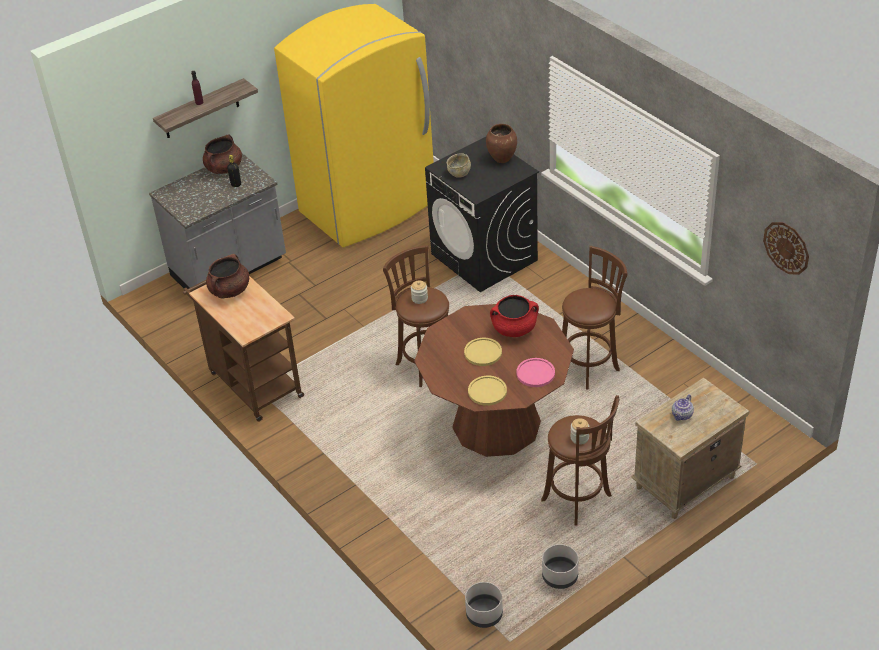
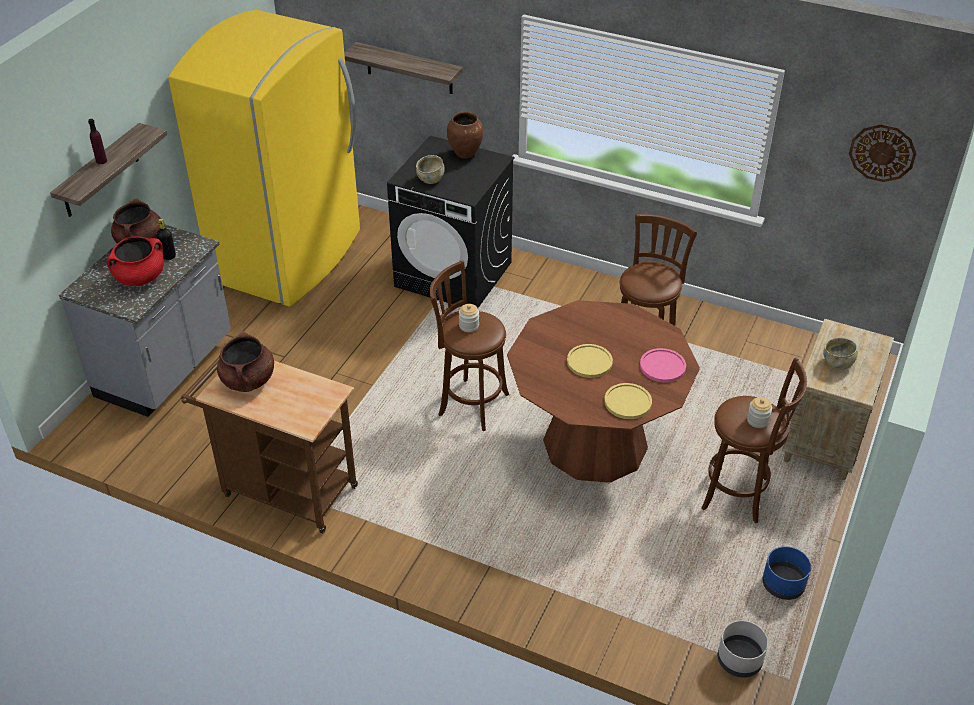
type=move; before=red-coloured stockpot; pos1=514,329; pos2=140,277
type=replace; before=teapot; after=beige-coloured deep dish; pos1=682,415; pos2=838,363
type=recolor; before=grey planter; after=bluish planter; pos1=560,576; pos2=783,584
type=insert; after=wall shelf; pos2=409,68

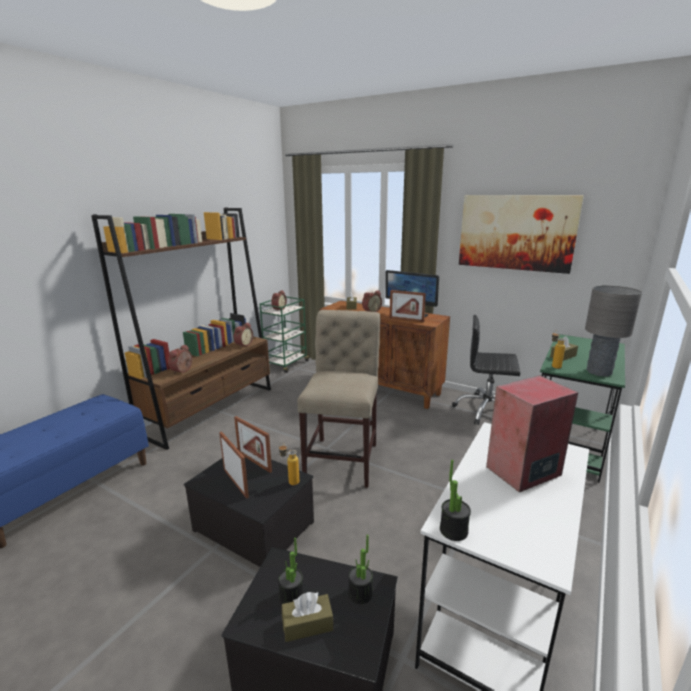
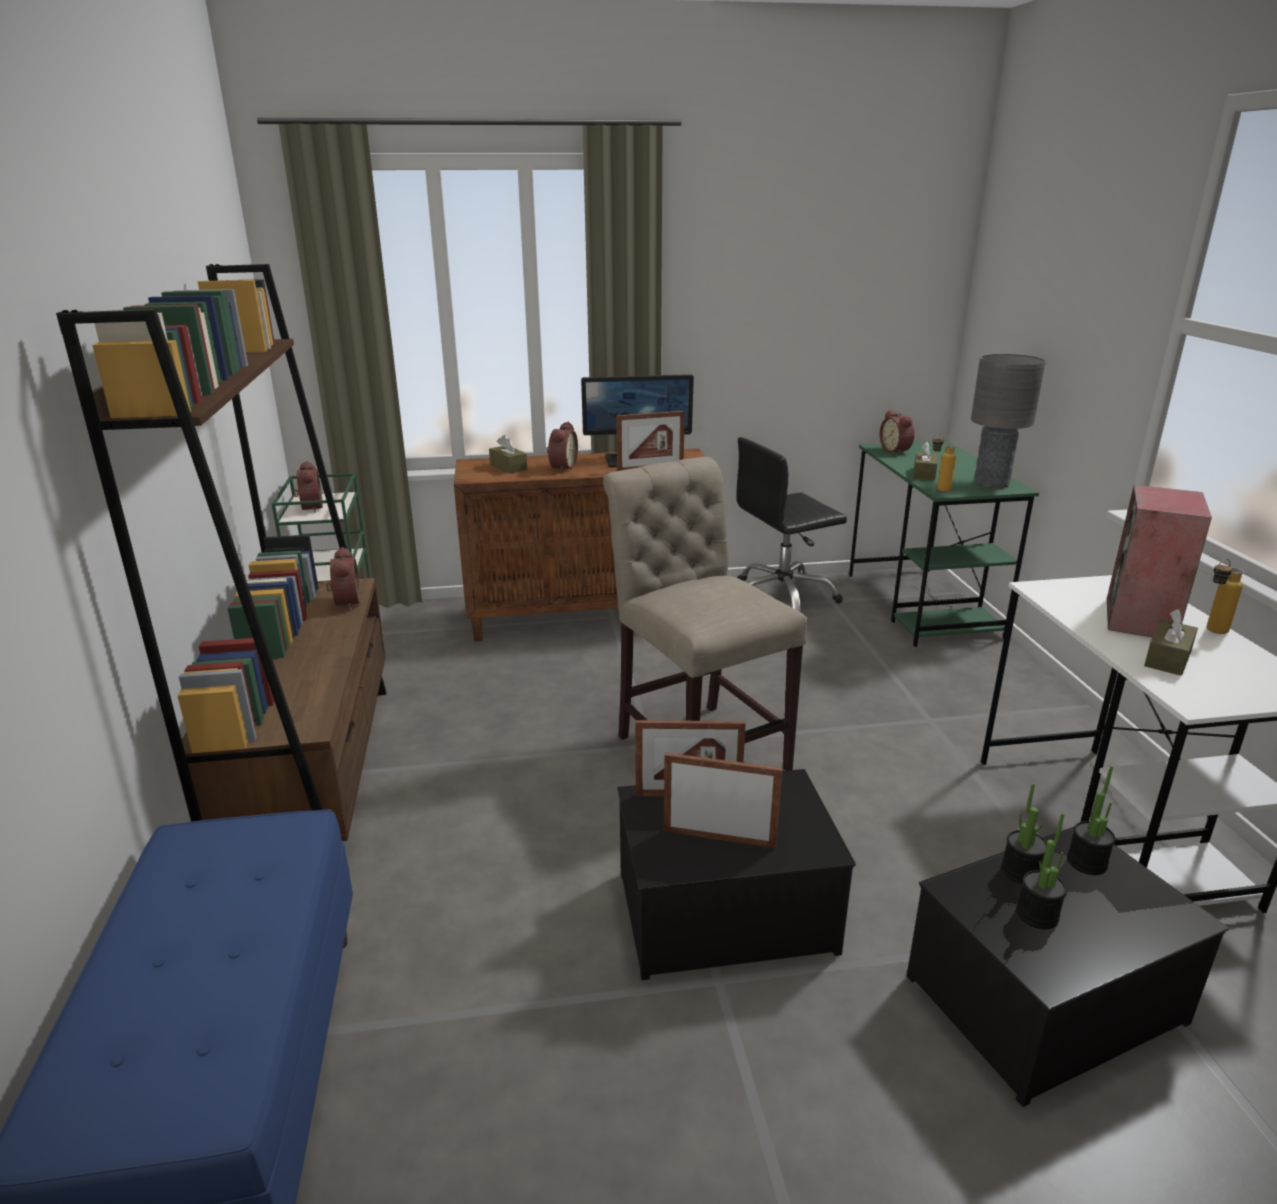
type=delete; before=picture; pos1=516,232
type=move; before=alarm clock; pos1=183,371; pos2=896,451
type=move; before=bottle; pos1=290,481; pos2=1211,631
type=move; before=houseplant; pos1=453,530; pos2=1020,872
type=move; before=brown box of tissues; pos1=307,624; pos2=1167,658

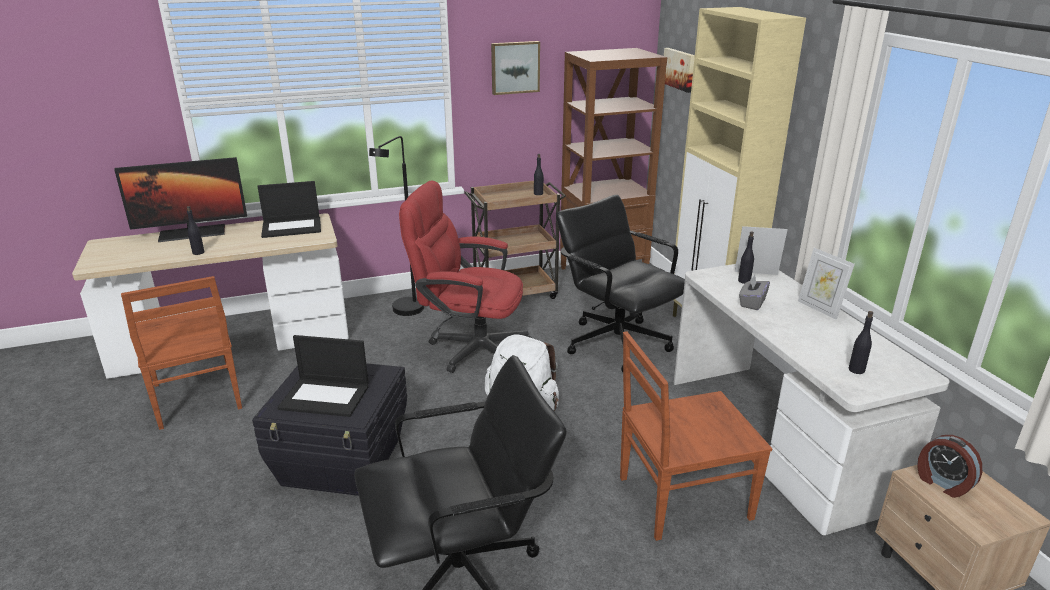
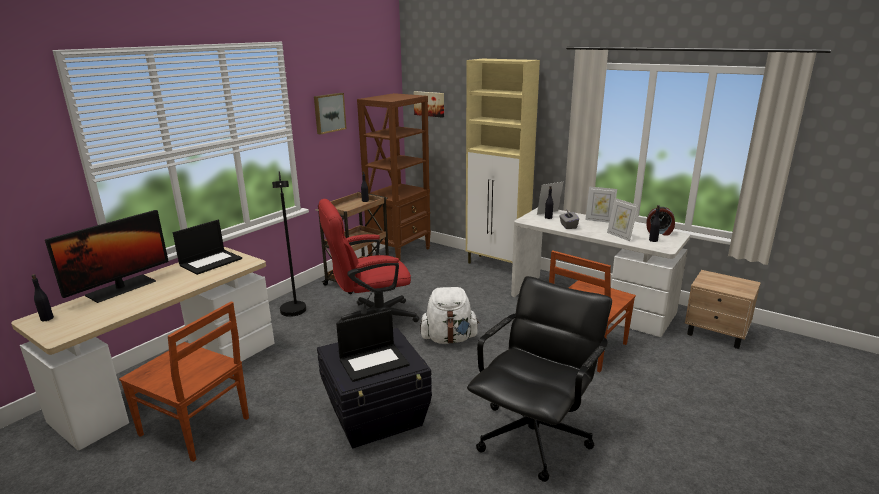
type=delete; before=black-coloured office chair; pos1=617,343
type=move; before=black-coloured bottle; pos1=198,252; pos2=47,318
type=move; before=alarm clock; pos1=942,483; pos2=659,232
type=insert; after=photo frame; pos2=620,236

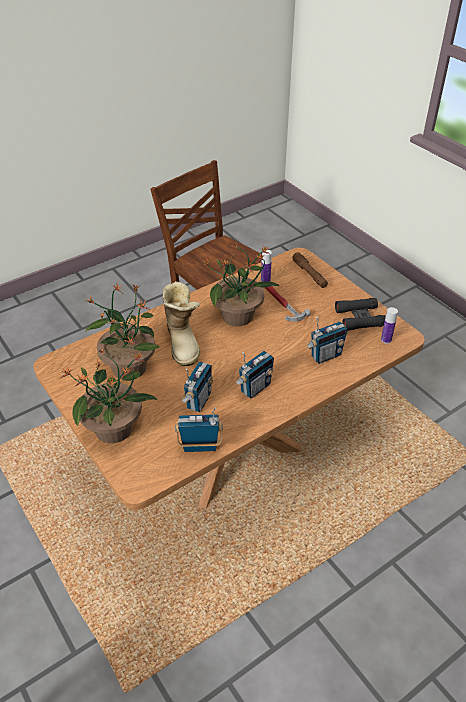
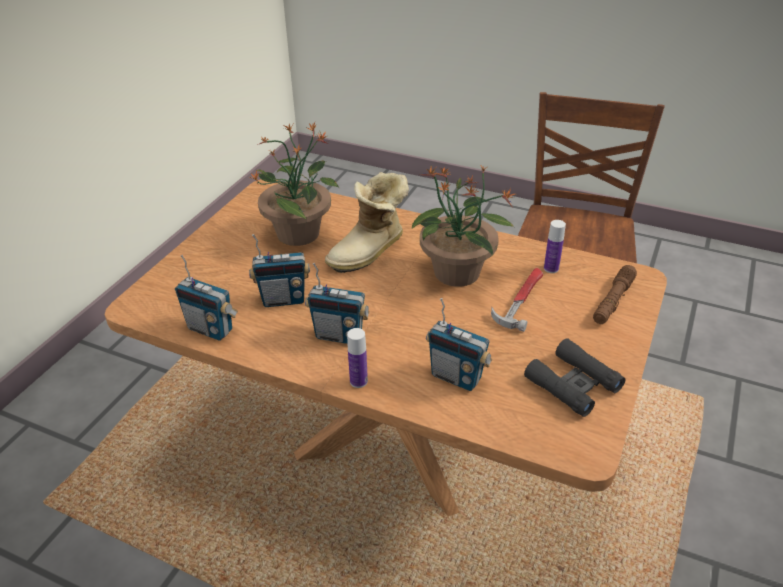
type=move; before=bottle; pos1=386,340; pos2=358,381
type=delete; before=houseplant; pos1=115,429
type=rotate; before=radio set; pos1=200,447; pos2=211,329; turn=150

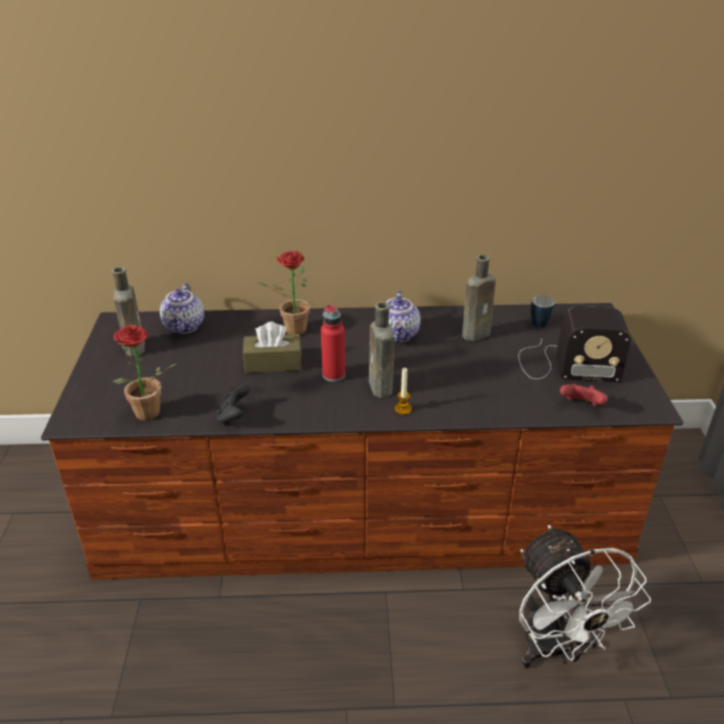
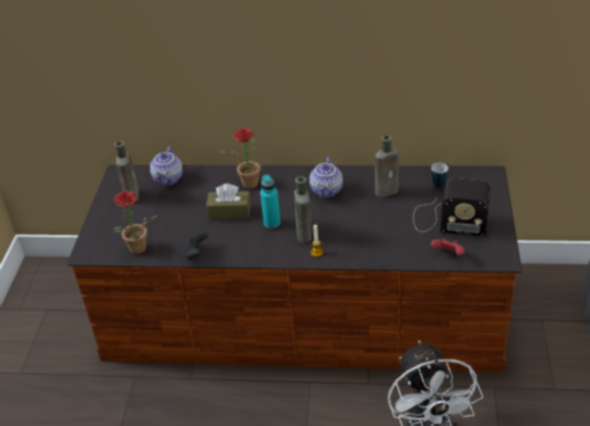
type=recolor; before=red-coloured bottle; after=blue-green bottle; pos1=333,375; pos2=272,223

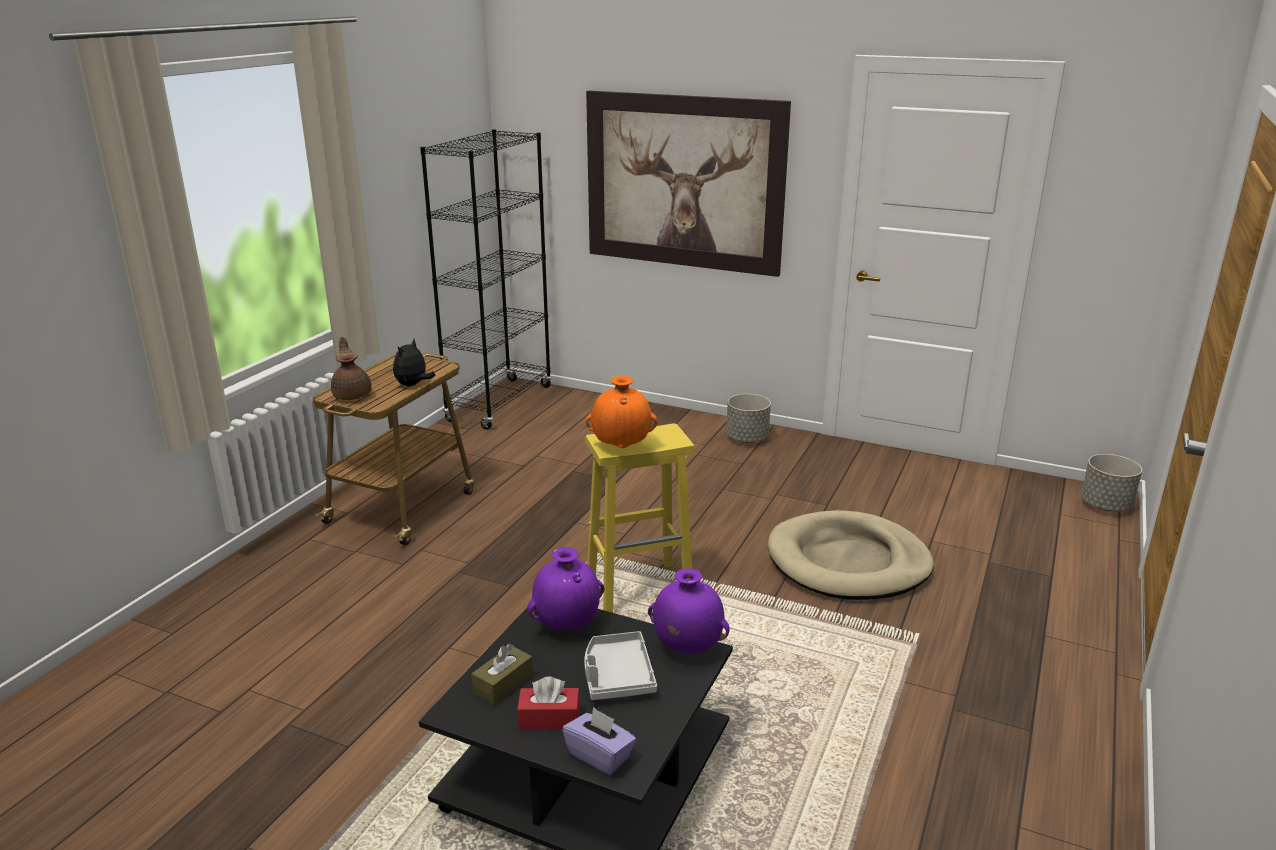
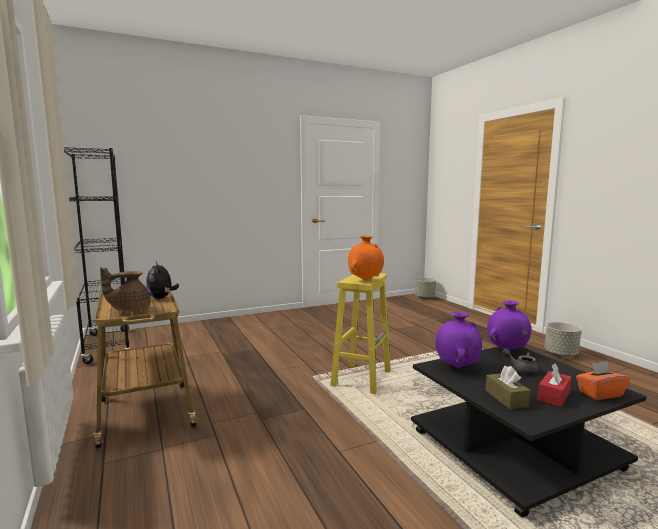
type=delete; before=picture; pos1=683,182
type=rotate; before=brown teapot; pos1=352,394; pos2=130,310; turn=-60
type=move; before=grey planter; pos1=747,439; pos2=561,354
type=delete; before=beige-coloured pet bed; pos1=848,562
type=replace; before=grey serving tray; after=grey teapot; pos1=617,676; pos2=521,370
type=recolor; before=purplish box of tissues; after=orange-coloured box of tissues; pos1=600,756; pos2=600,394

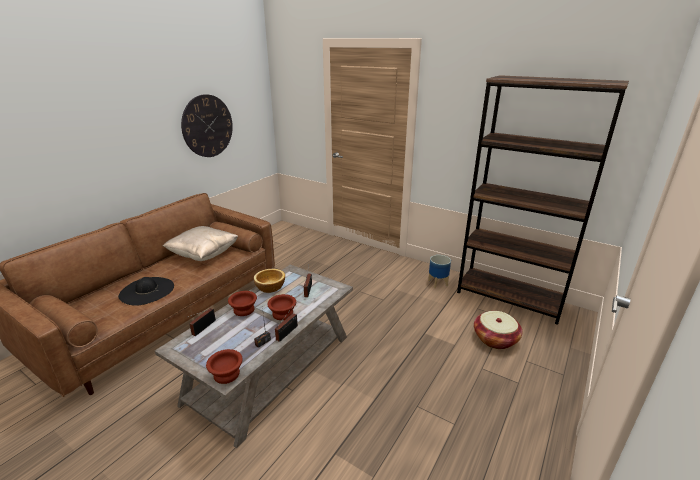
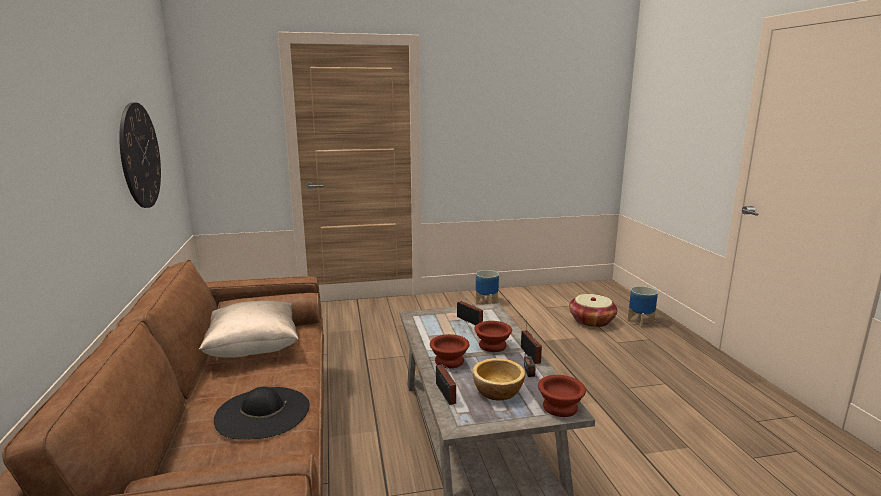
type=delete; before=brown bookshelf; pos1=509,298
type=move; before=deep dish; pos1=270,287; pos2=498,391
type=insert; after=planter; pos2=640,322

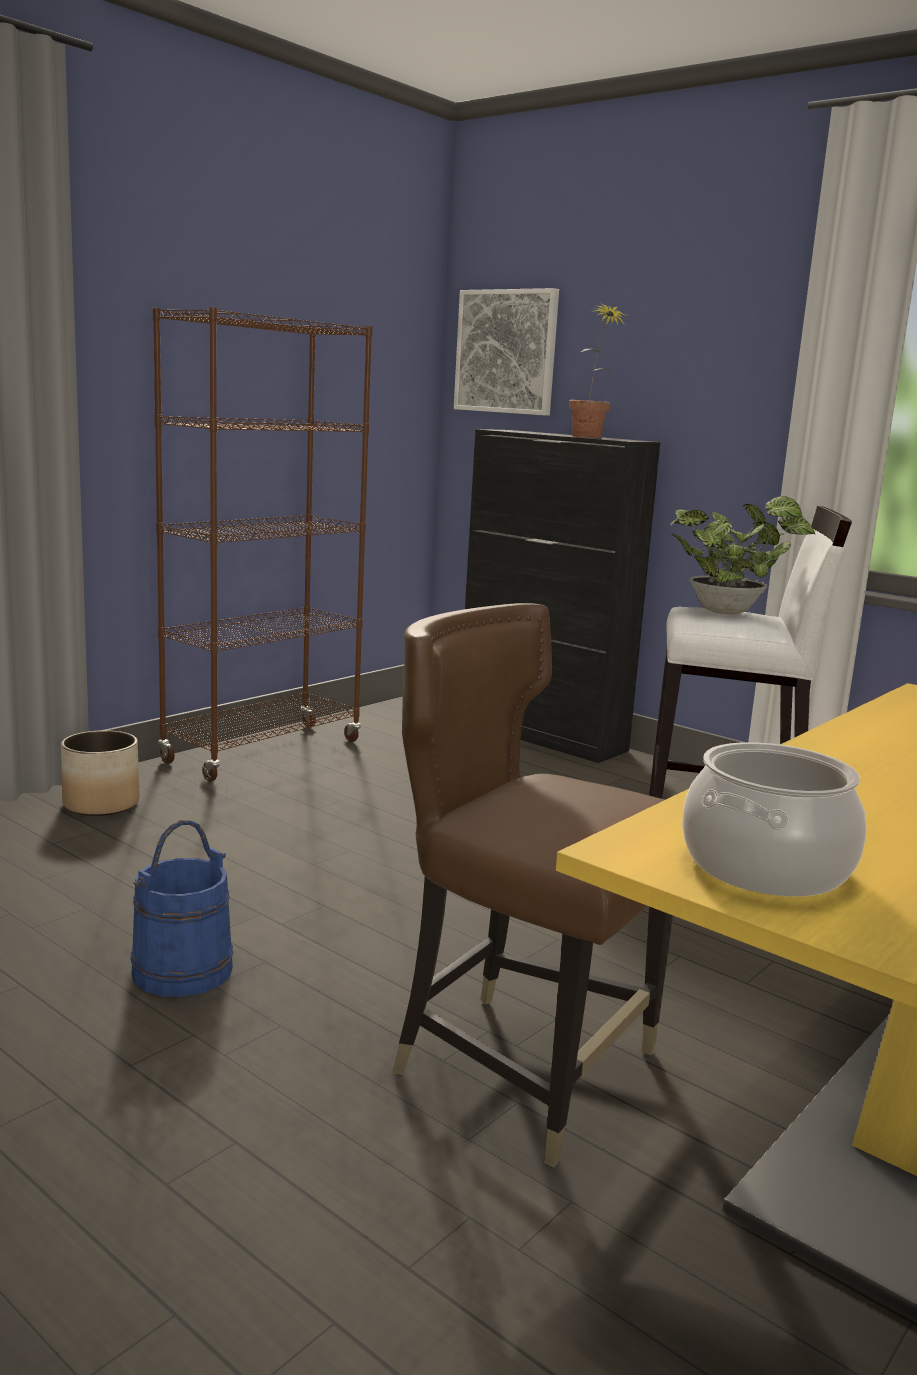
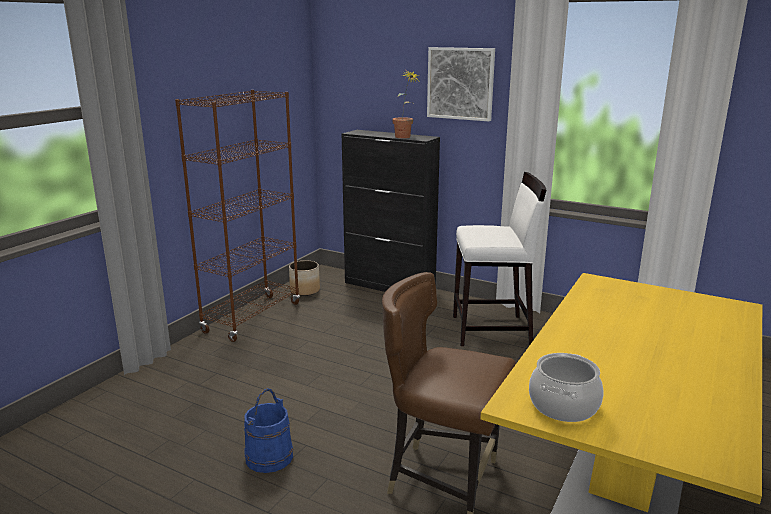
type=move; before=picture; pos1=506,352; pos2=460,83
type=delete; before=houseplant; pos1=730,611
type=move; before=planter; pos1=102,804; pos2=305,290

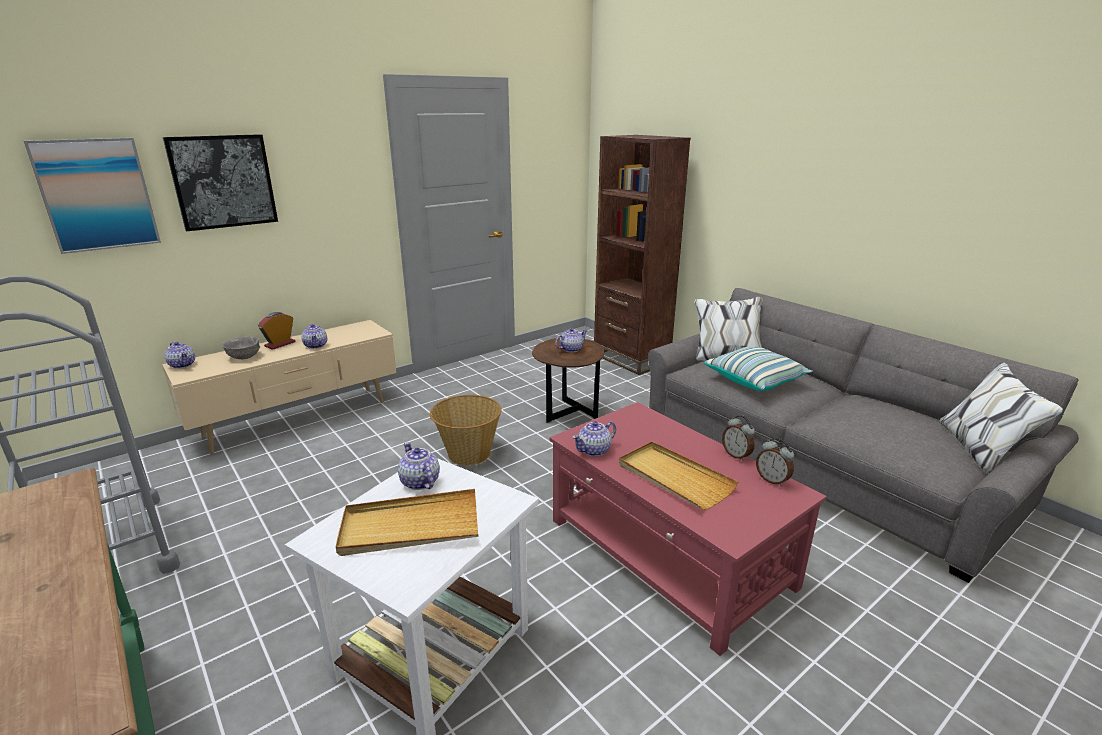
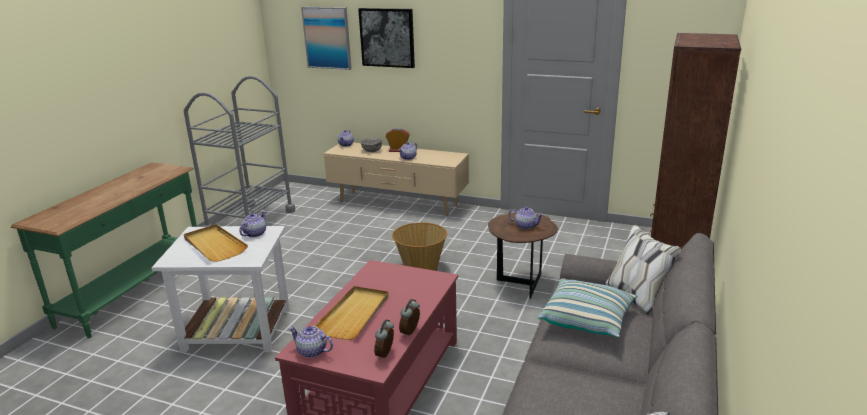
type=move; before=teapot; pos1=594,450; pos2=312,351

